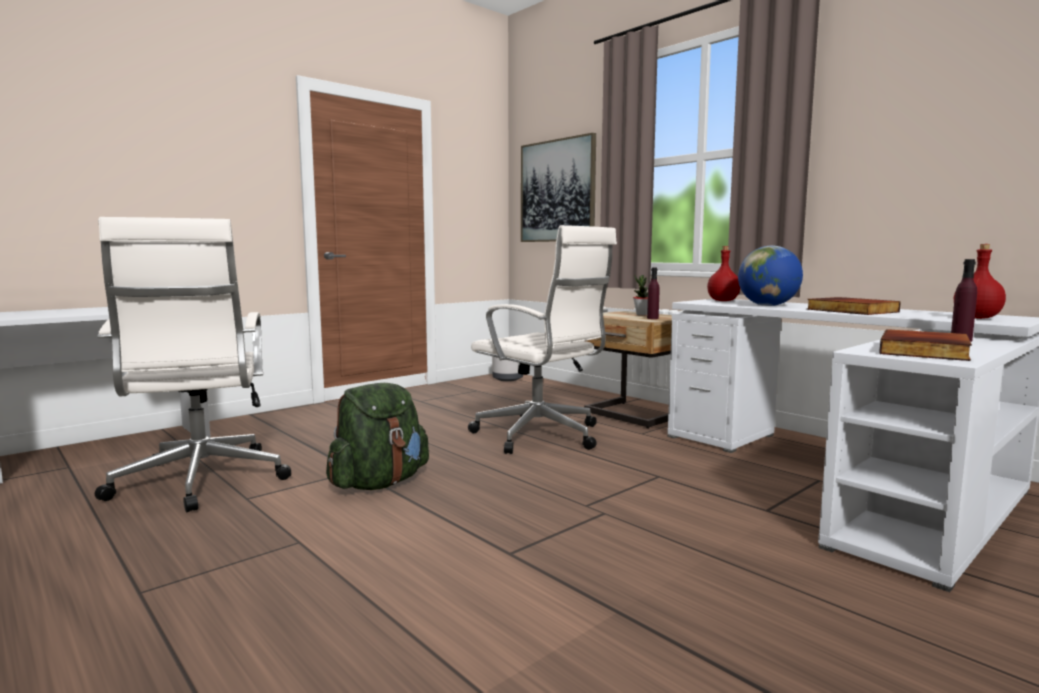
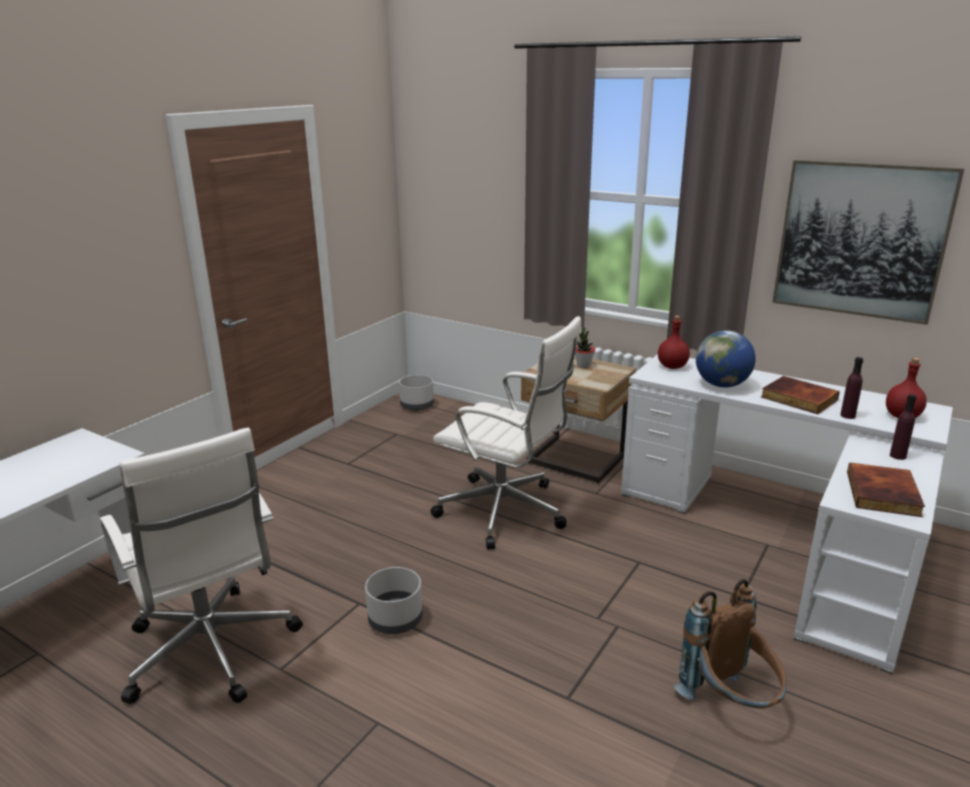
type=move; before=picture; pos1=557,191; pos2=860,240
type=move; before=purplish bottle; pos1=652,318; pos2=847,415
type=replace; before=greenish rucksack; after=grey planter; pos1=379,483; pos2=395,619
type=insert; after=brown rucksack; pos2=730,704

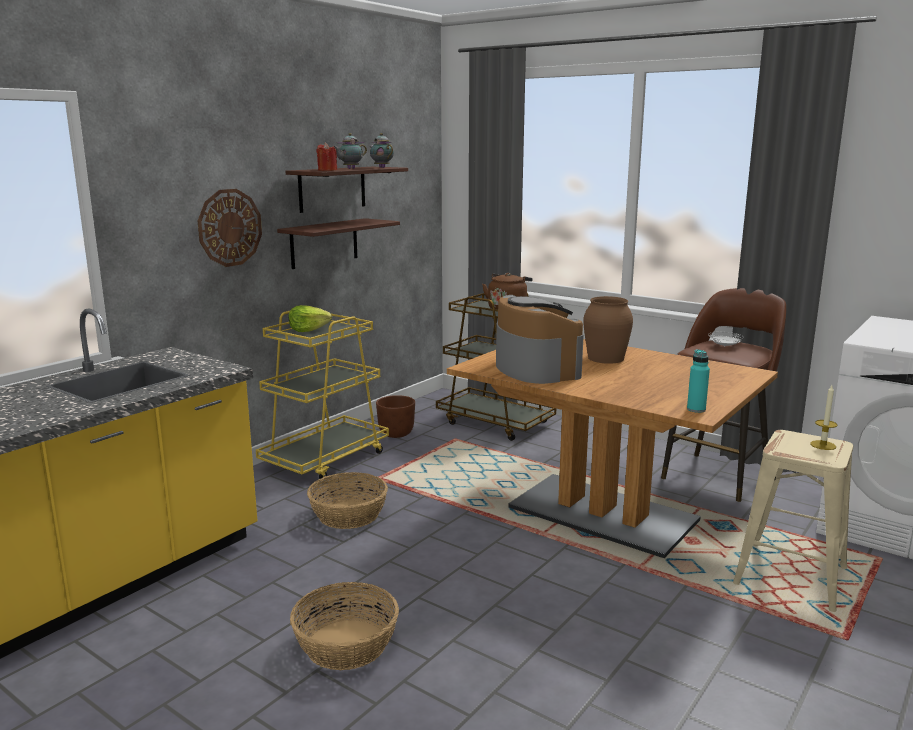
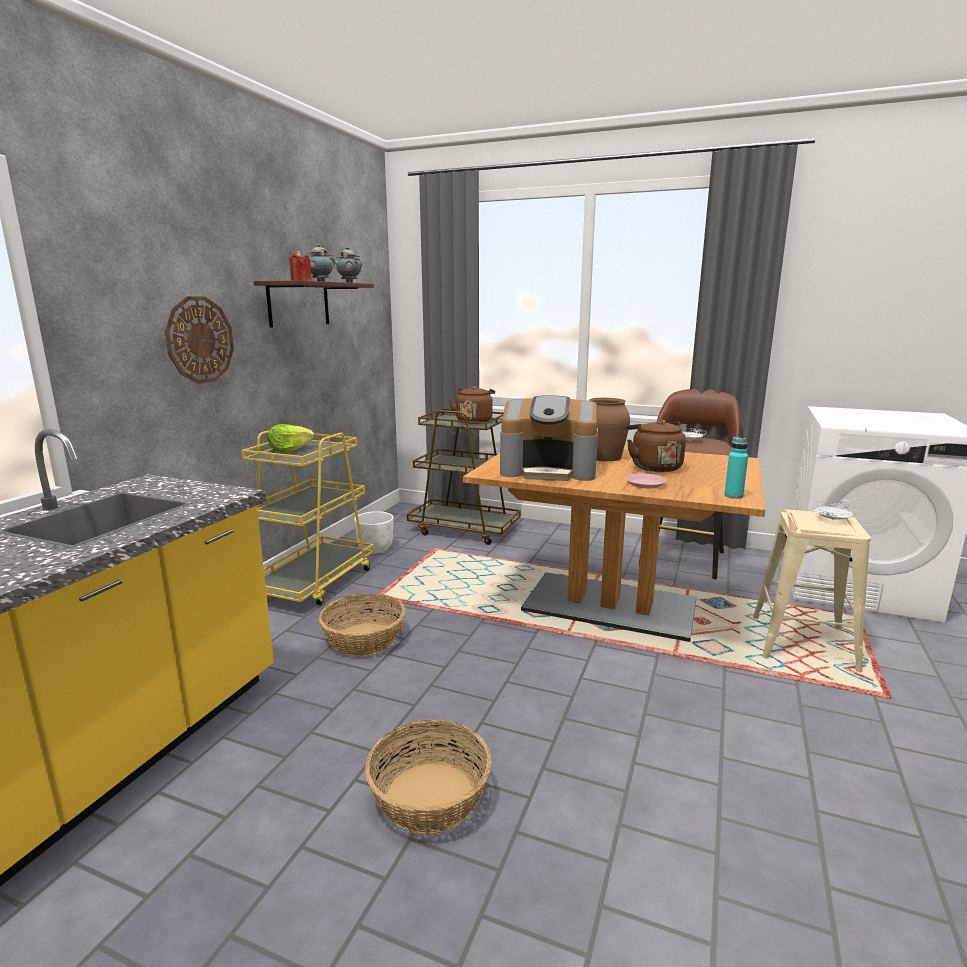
type=delete; before=wall shelf; pos1=324,243
type=rotate; before=coffee brewer; pos1=535,368; pos2=549,470; turn=135
type=replace; before=wax light; after=white-coloured flat dish; pos1=823,445; pos2=832,520
type=recolor; before=brown planter; after=white-coloured planter; pos1=396,434; pos2=375,549
type=insert; after=brown kettle; pos2=653,467
type=insert; after=pink-coloured flat dish; pos2=645,484

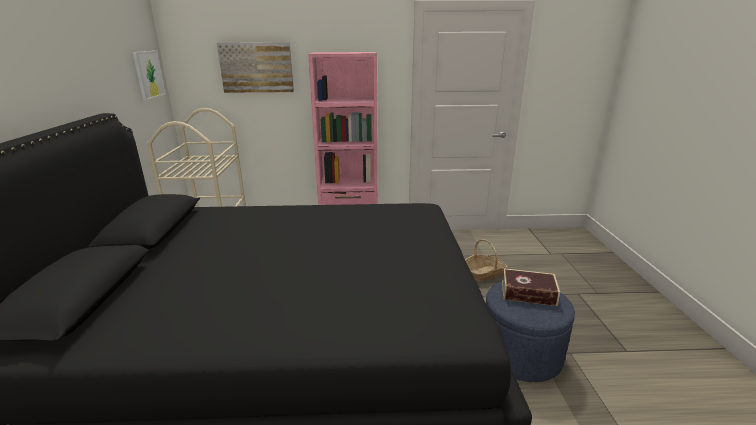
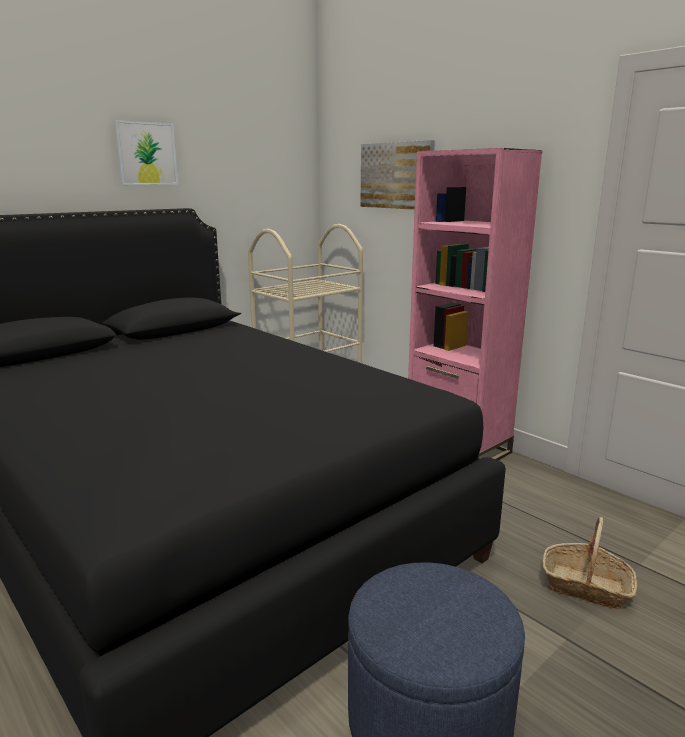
type=move; before=picture; pos1=148,74; pos2=146,154
type=delete; before=book; pos1=528,293

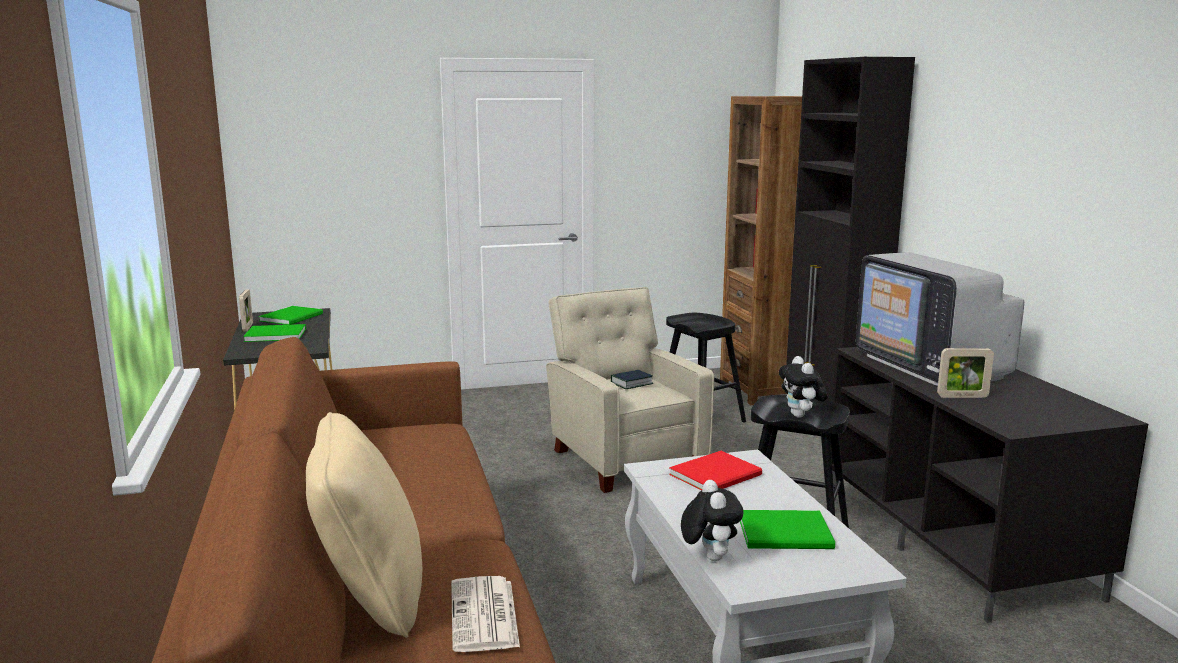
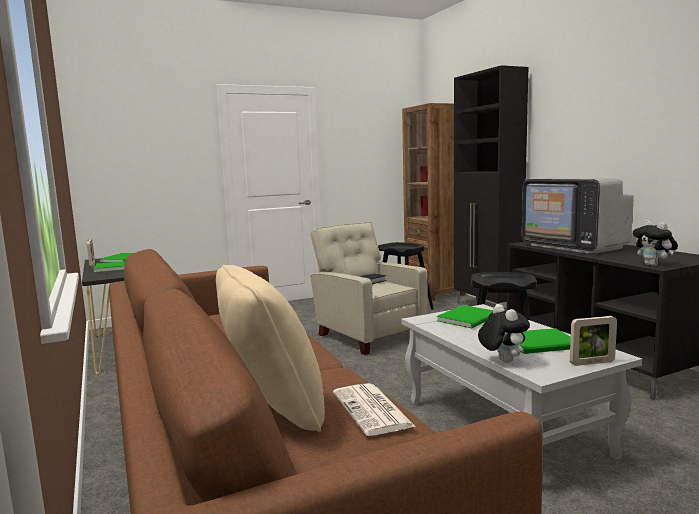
type=move; before=photo frame; pos1=962,396; pos2=592,363
type=move; before=soft toy; pos1=801,416; pos2=654,265
type=recolor; before=red-coloured book; after=greenish book; pos1=718,475; pos2=469,318

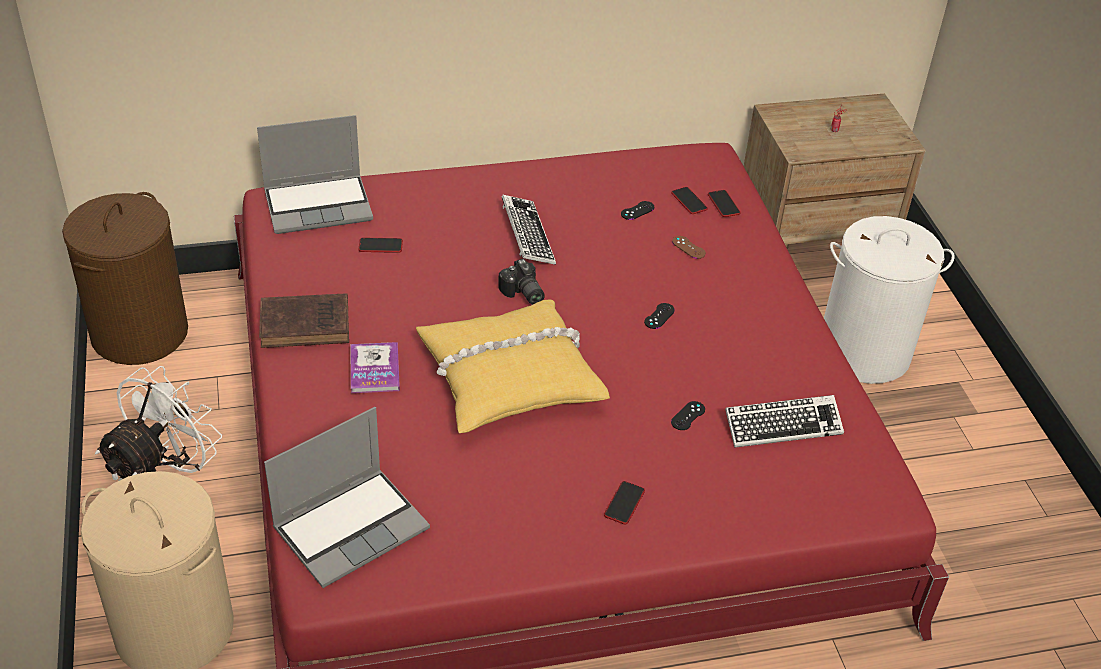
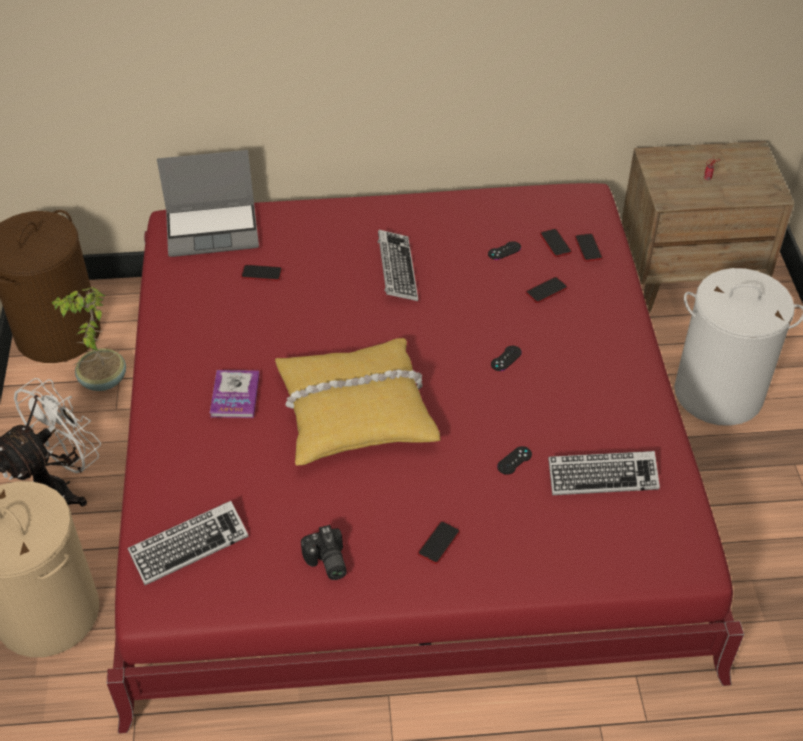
type=replace; before=brown game controller; after=handset; pos1=688,247; pos2=546,290
type=move; before=still camera; pos1=522,294; pos2=326,562
type=delete; before=brown book; pos1=308,325
type=replace; before=laptop; after=computer keyboard; pos1=351,527; pos2=189,546
type=insert; after=houseplant; pos2=102,381

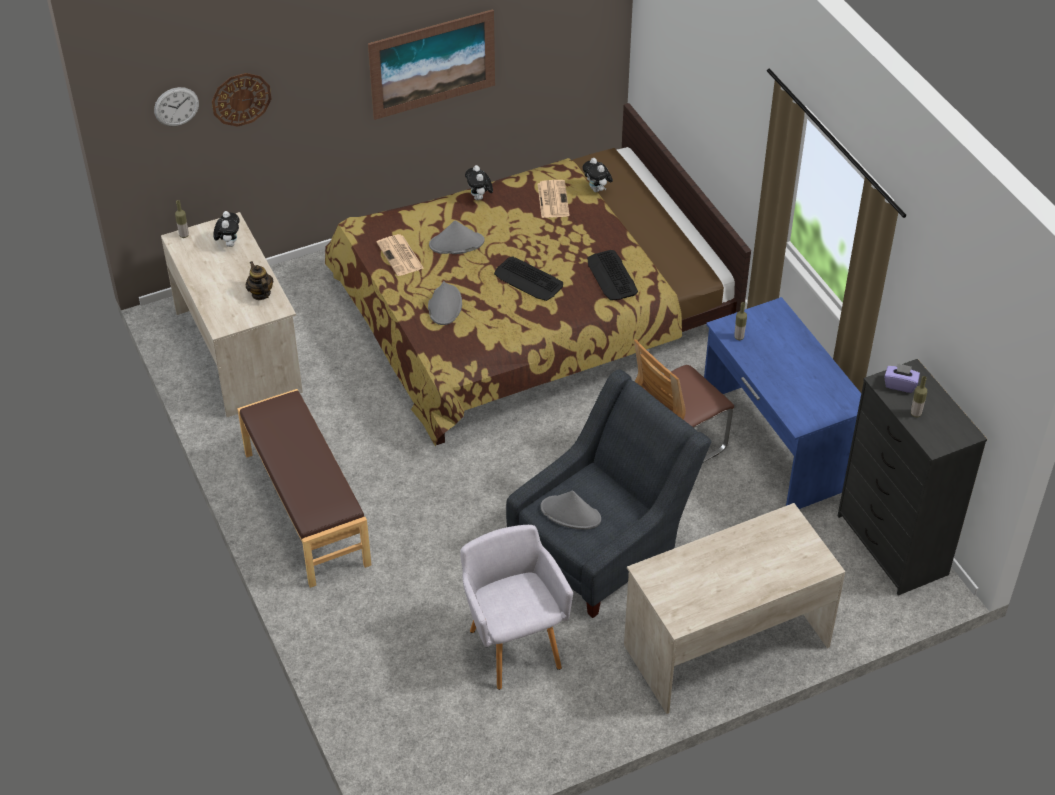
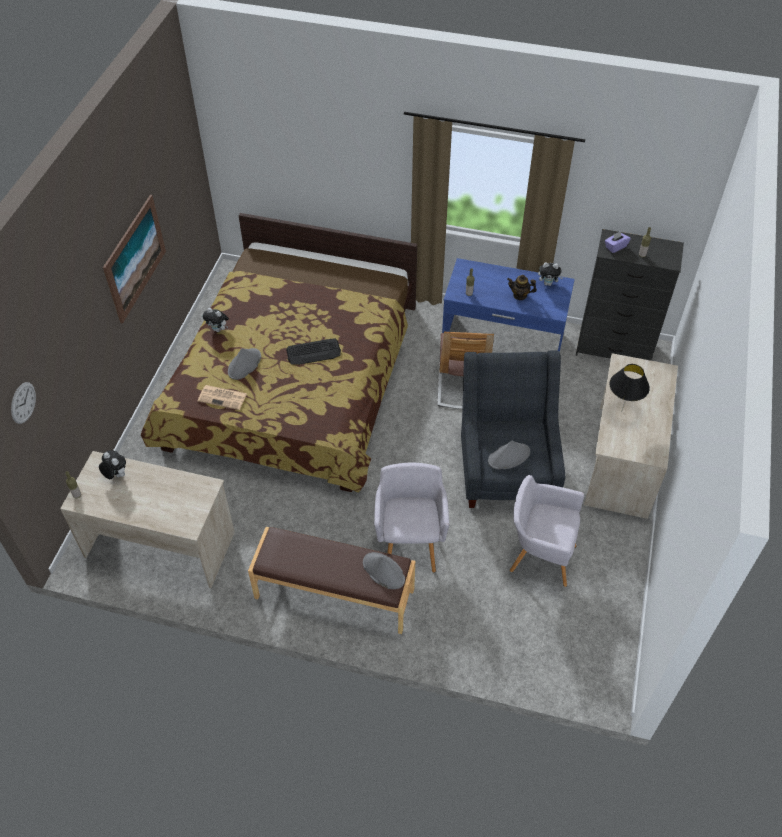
type=delete; before=hanging clock; pos1=241,99
type=move; before=soft toy; pos1=597,190; pos2=548,283
type=delete; before=printed paper; pos1=552,199
type=delete; before=computer keyboard; pos1=612,276
type=move; before=teapot; pos1=260,294; pos2=520,295
type=move; before=grey clothing hat; pos1=445,305; pos2=383,571
type=insert; after=black-coloured tabletop lamp; pos2=621,411
type=insert; after=grey lounge chair; pos2=410,543

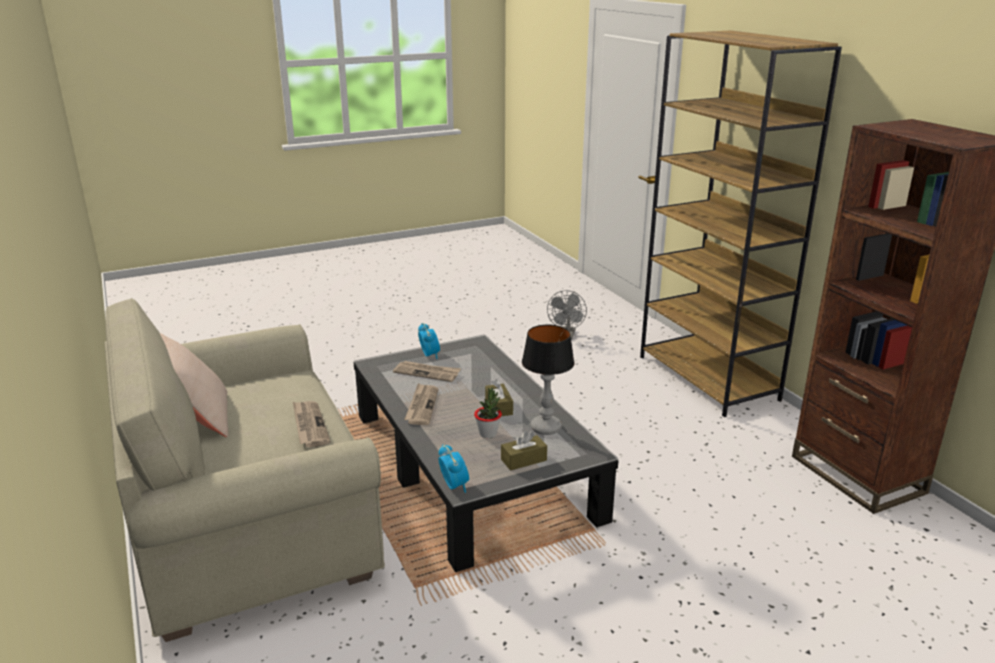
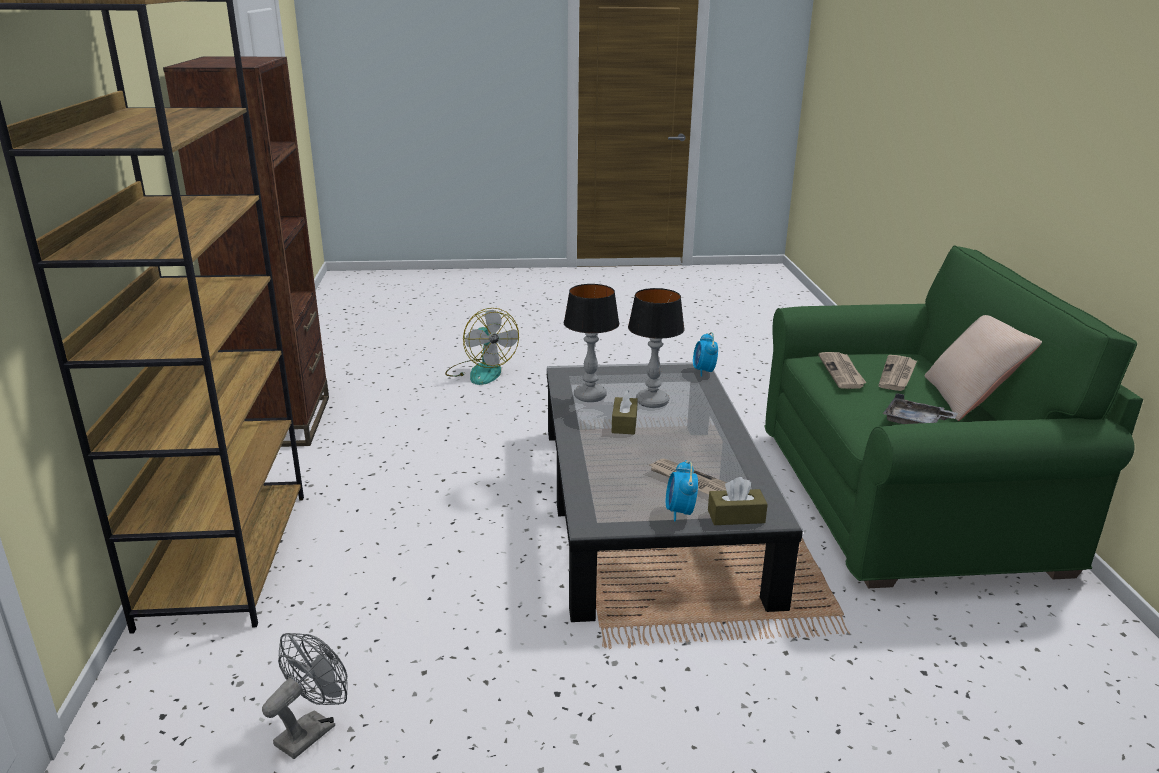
type=recolor; before=beige-coloured sofa; after=greenish sofa; pos1=250,521; pos2=903,499
type=move; before=printed paper; pos1=422,406; pos2=897,375
type=replace; before=houseplant; after=tabletop lamp; pos1=488,434; pos2=652,401
type=move; before=brown box of tissues; pos1=523,460; pos2=736,516
type=insert; after=fan; pos2=481,371
type=insert; after=grey serving tray; pos2=915,422

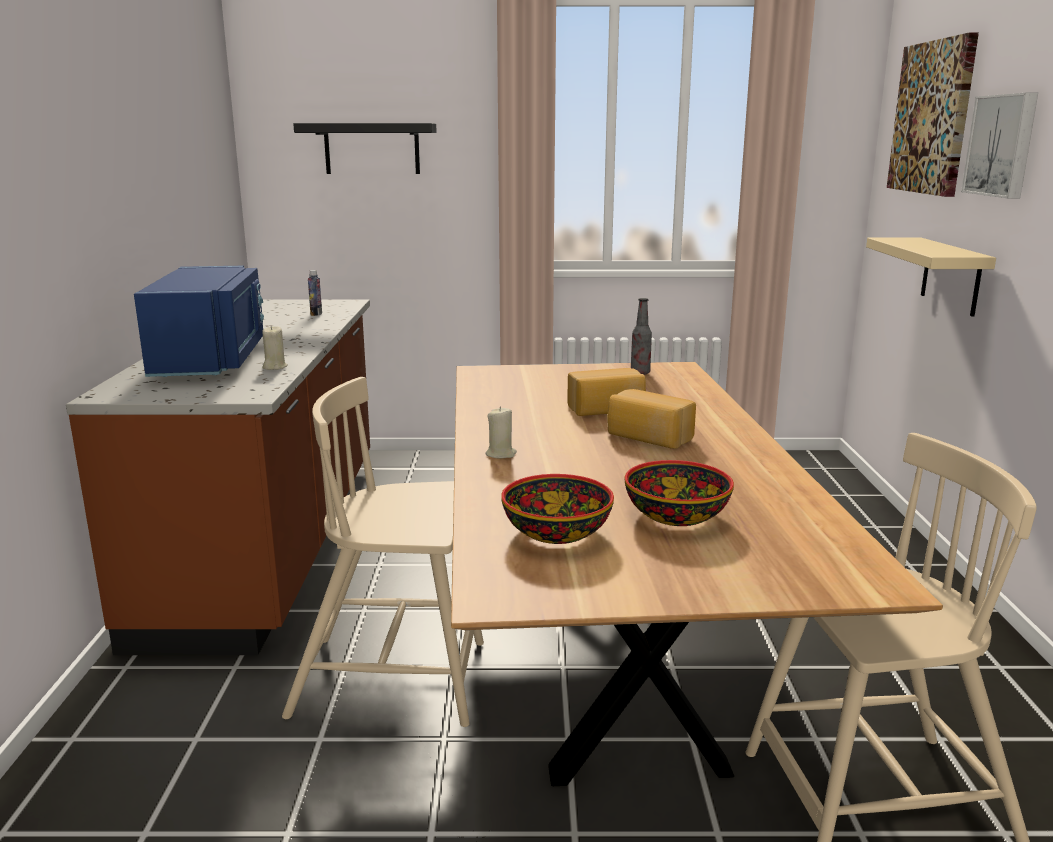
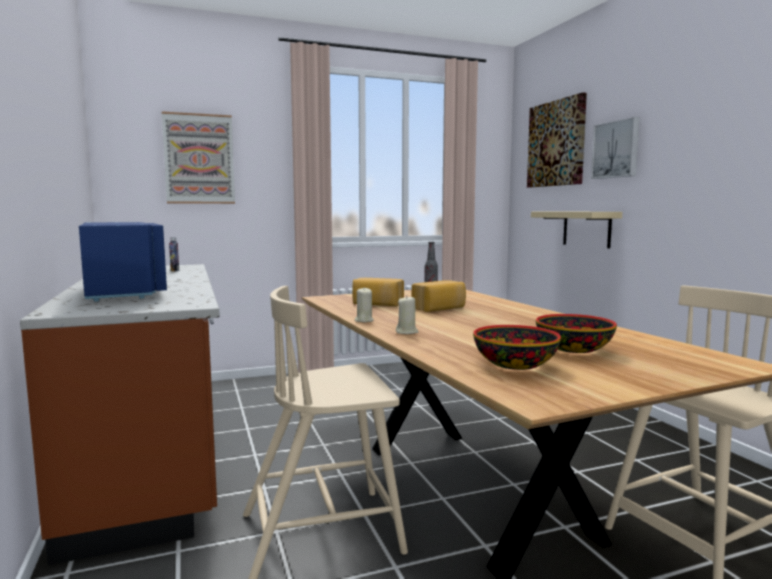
type=replace; before=black-coloured wall shelf; after=picture; pos1=372,148; pos2=199,159
type=move; before=beige-coloured wax light; pos1=275,367; pos2=364,320
type=move; before=bakery bread; pos1=648,438; pos2=377,304

